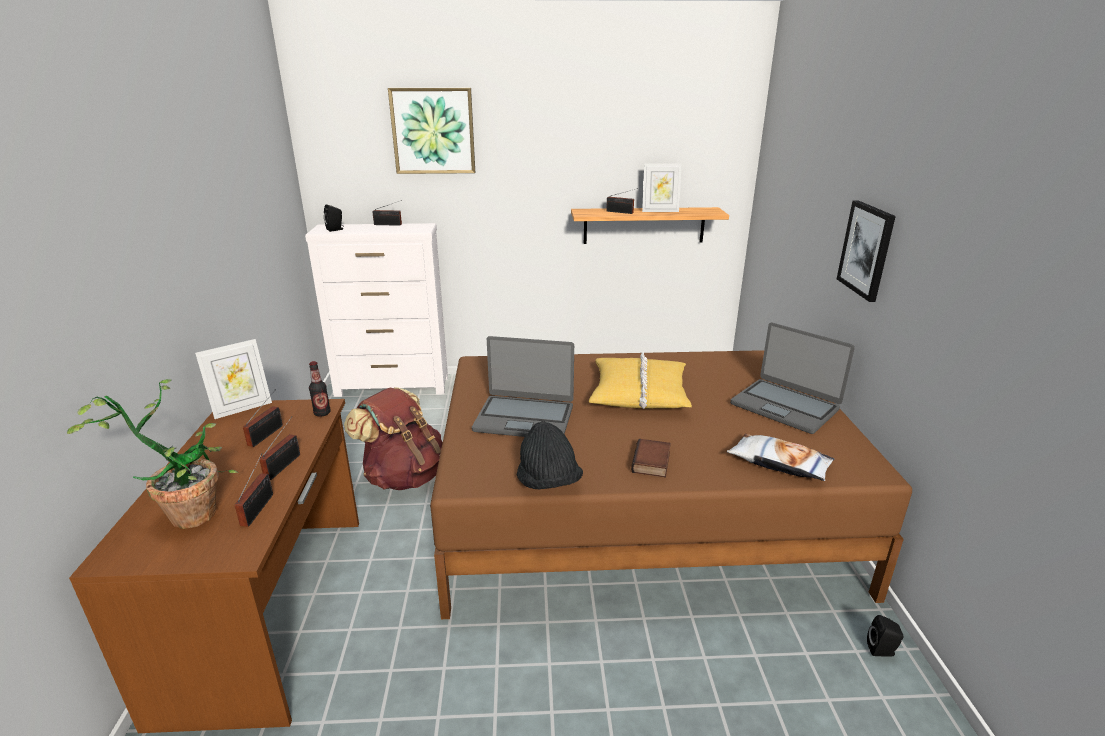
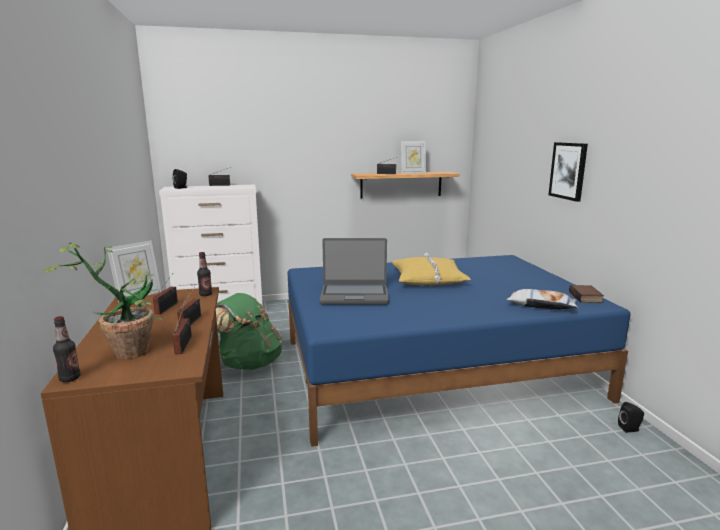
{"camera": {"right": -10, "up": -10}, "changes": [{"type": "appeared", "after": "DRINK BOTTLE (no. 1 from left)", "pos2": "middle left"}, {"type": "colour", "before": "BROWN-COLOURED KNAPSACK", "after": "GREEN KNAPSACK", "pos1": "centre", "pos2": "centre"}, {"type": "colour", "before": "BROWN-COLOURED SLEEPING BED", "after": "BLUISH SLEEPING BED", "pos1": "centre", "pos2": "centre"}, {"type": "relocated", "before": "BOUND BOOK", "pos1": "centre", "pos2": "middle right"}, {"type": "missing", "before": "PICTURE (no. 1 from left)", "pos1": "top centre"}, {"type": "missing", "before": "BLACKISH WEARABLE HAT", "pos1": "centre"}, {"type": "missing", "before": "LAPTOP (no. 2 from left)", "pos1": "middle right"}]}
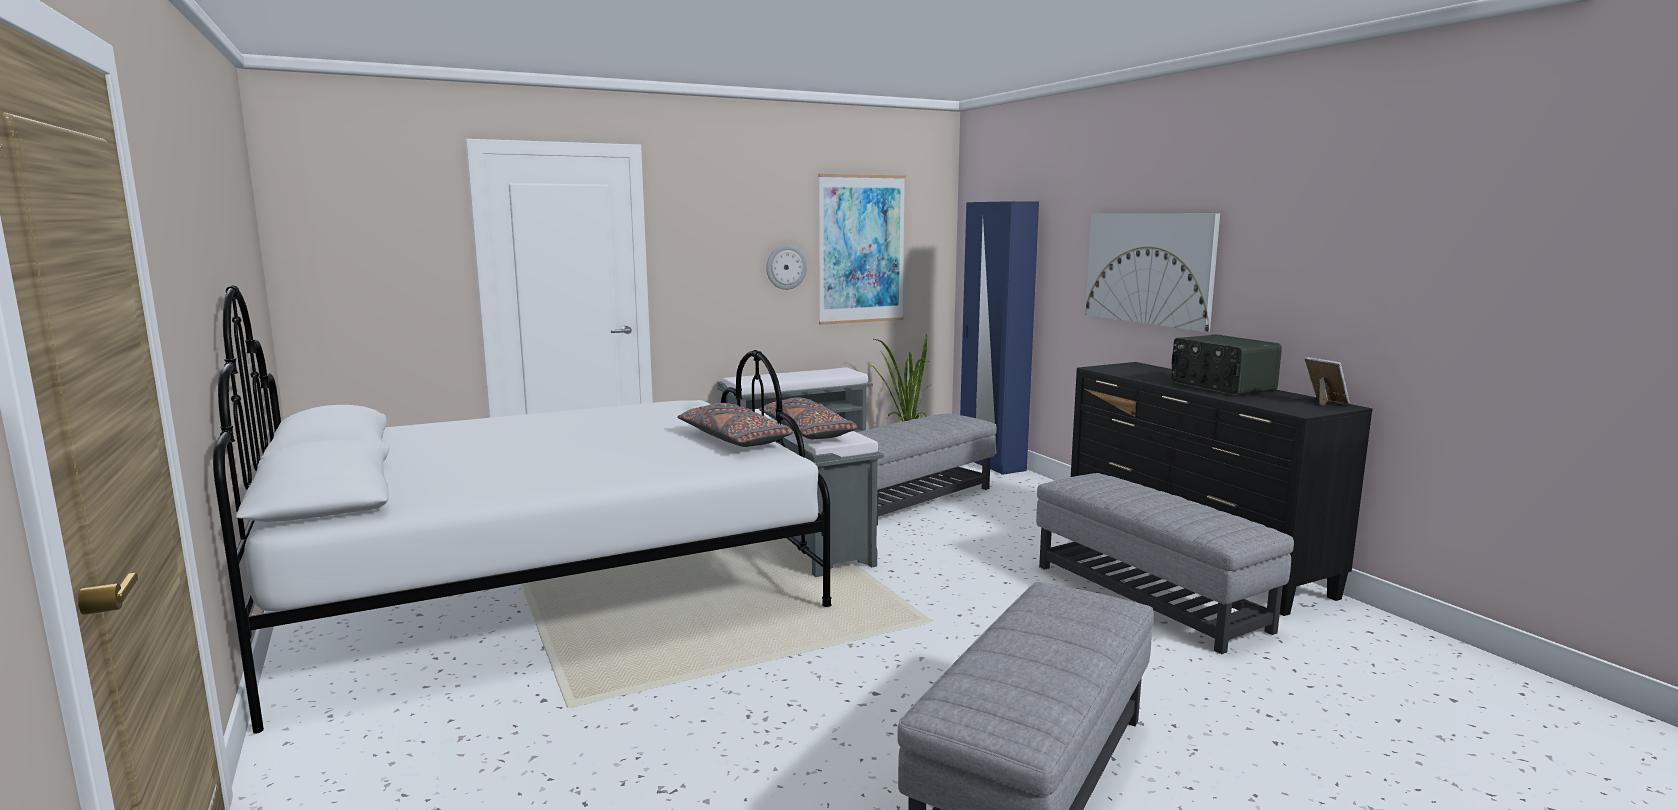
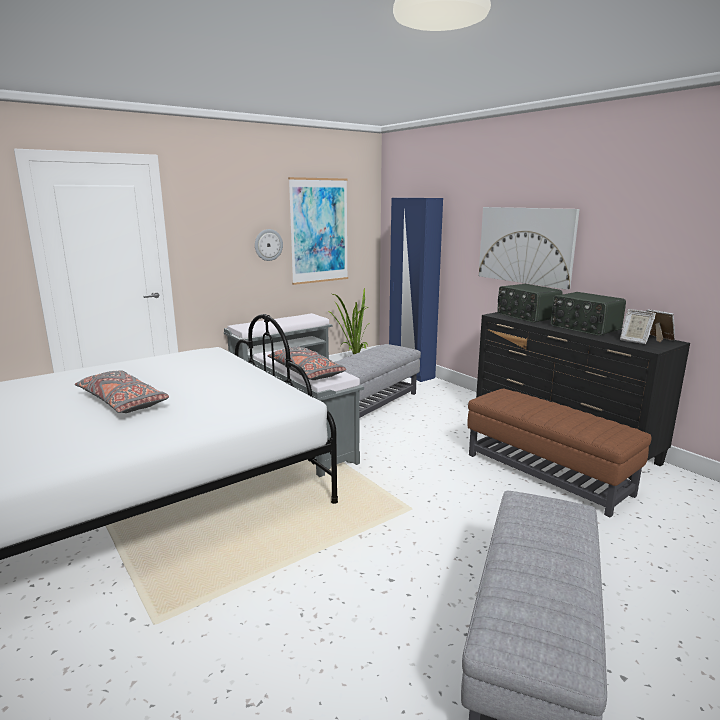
{"camera": {"right": -10, "up": 5}, "changes": [{"type": "relocated", "before": "GRAY PILLOW (no. 1 from left)", "pos1": "centre", "pos2": "middle left"}, {"type": "colour", "before": "GRAY FOOTREST (no. 3 from left)", "after": "BROWN-COLOURED FOOTREST", "pos1": "bottom right", "pos2": "middle right"}, {"type": "appeared", "after": "RADIO (no. 1 from left)", "pos2": "middle right"}, {"type": "appeared", "after": "STANDING FRAME (no. 1 from left)", "pos2": "middle right"}]}
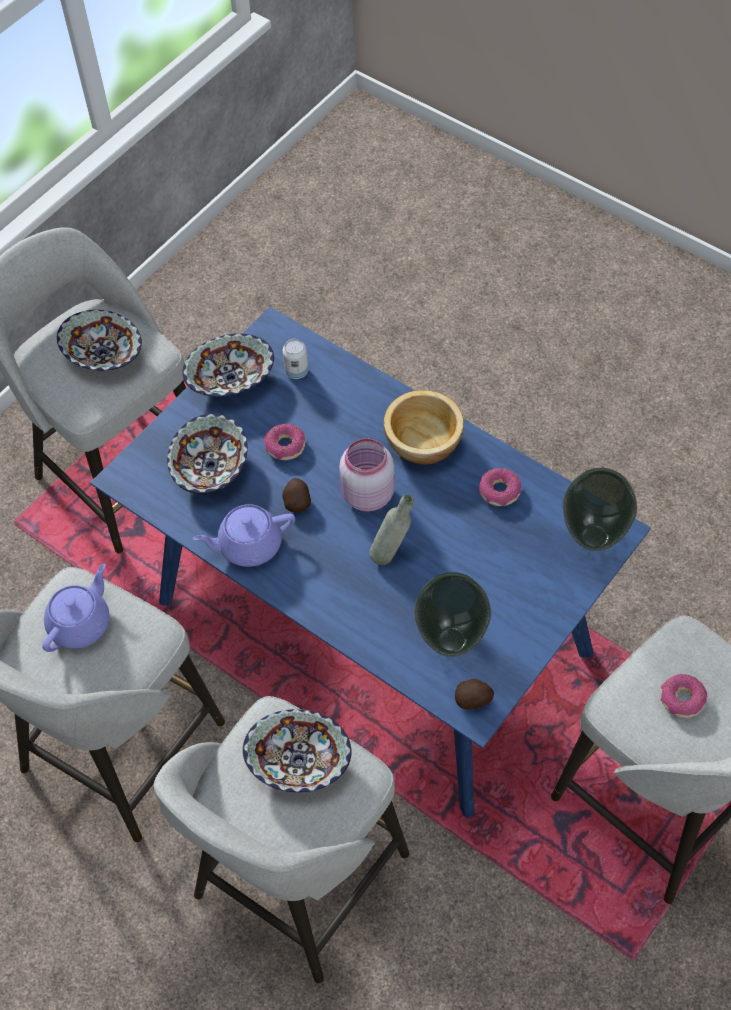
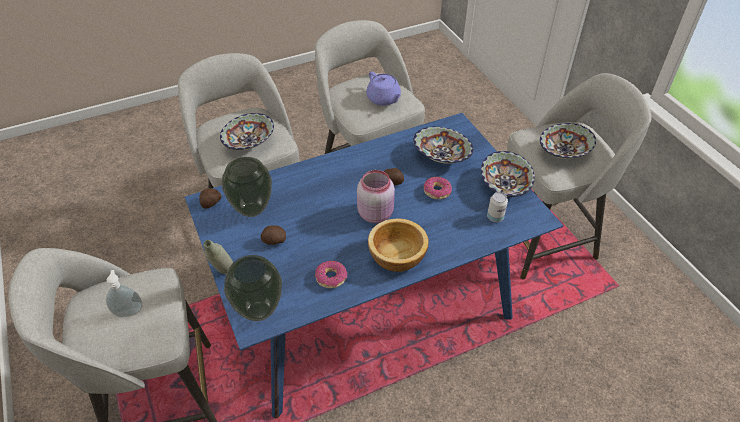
{"camera": {"right": 115, "up": -10}, "changes": [{"type": "exchanged", "before": "DOUGHNUT (no. 3 from left)", "after": "SOAP BOTTLE", "pos1": "bottom right", "pos2": "bottom left"}, {"type": "relocated", "before": "GRAY DRINK BOTTLE", "pos1": "centre", "pos2": "middle left"}, {"type": "appeared", "after": "SPUD (no. 2 from left)", "pos2": "centre"}, {"type": "missing", "before": "PURPLE TEAPOT (no. 2 from left)", "pos1": "centre"}]}
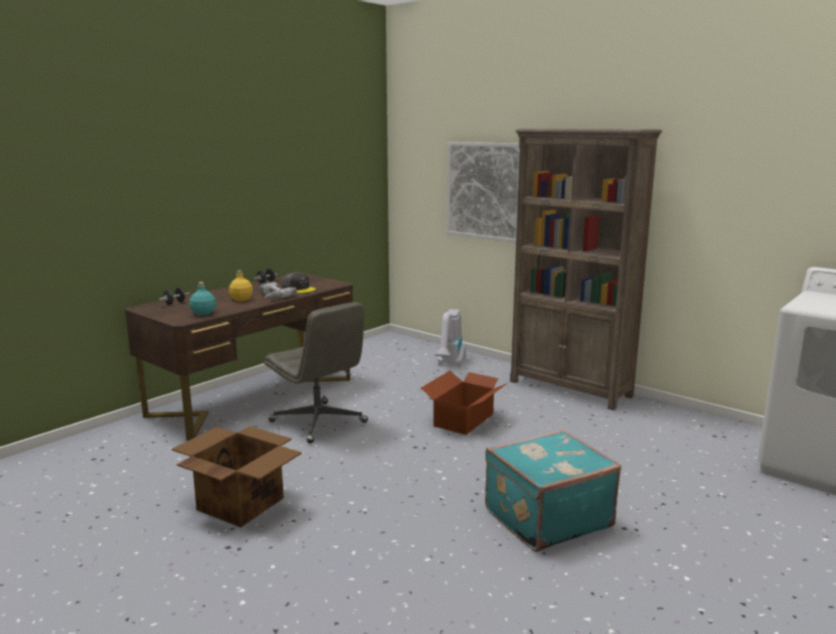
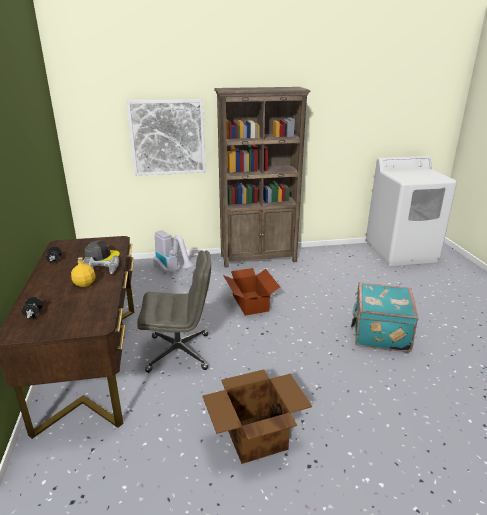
{"camera": {"right": -50, "up": 10}, "changes": [{"type": "missing", "before": "BLUE-GREEN DRINK BOTTLE", "pos1": "middle left"}]}
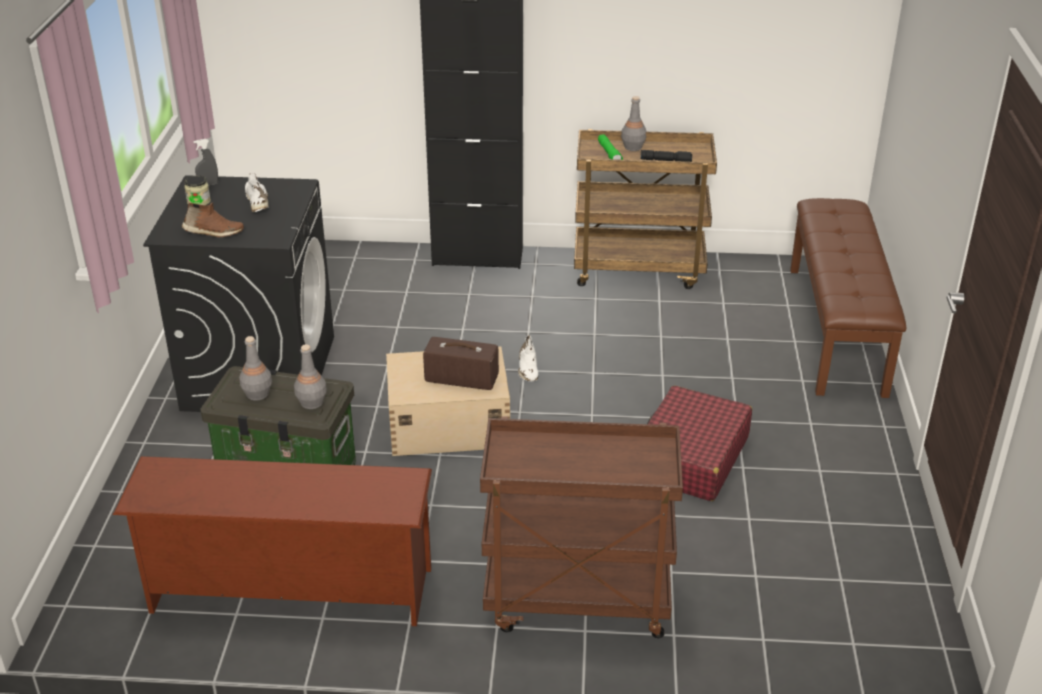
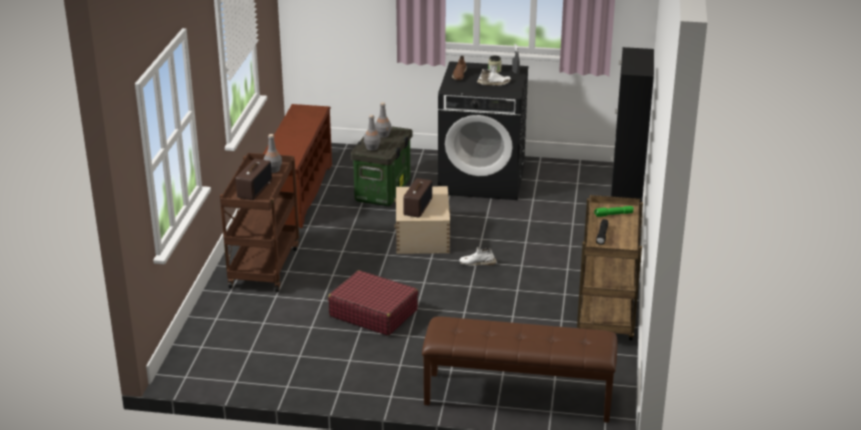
{"camera": {"right": 95, "up": -5}, "changes": [{"type": "appeared", "after": "RADIO (no. 1 from left)", "pos2": "middle left"}, {"type": "relocated", "before": "GRAY DRINK BOTTLE (no. 3 from left in the first image)", "after": "GRAY DRINK BOTTLE (no. 1 from left)", "pos1": "top centre", "pos2": "middle left"}]}
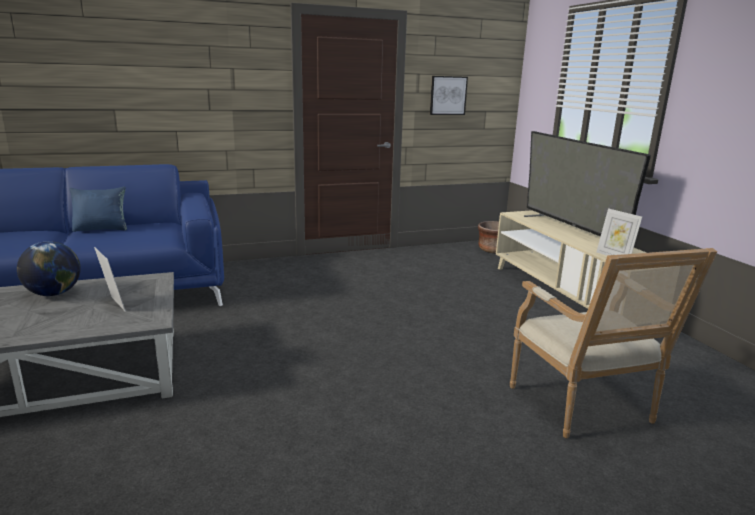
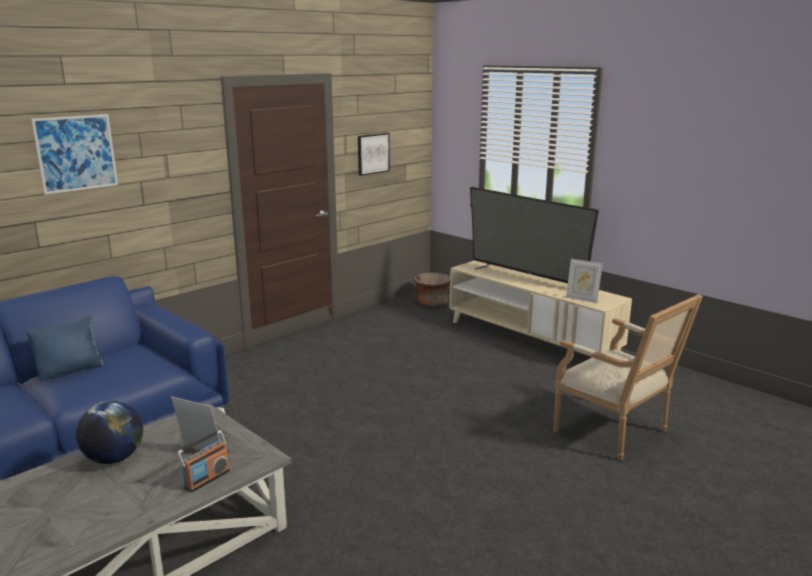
{"camera": {"right": -25, "up": 0}, "changes": [{"type": "appeared", "after": "PICTURE (no. 1 from left)", "pos2": "top left"}, {"type": "appeared", "after": "RADIO", "pos2": "bottom left"}]}
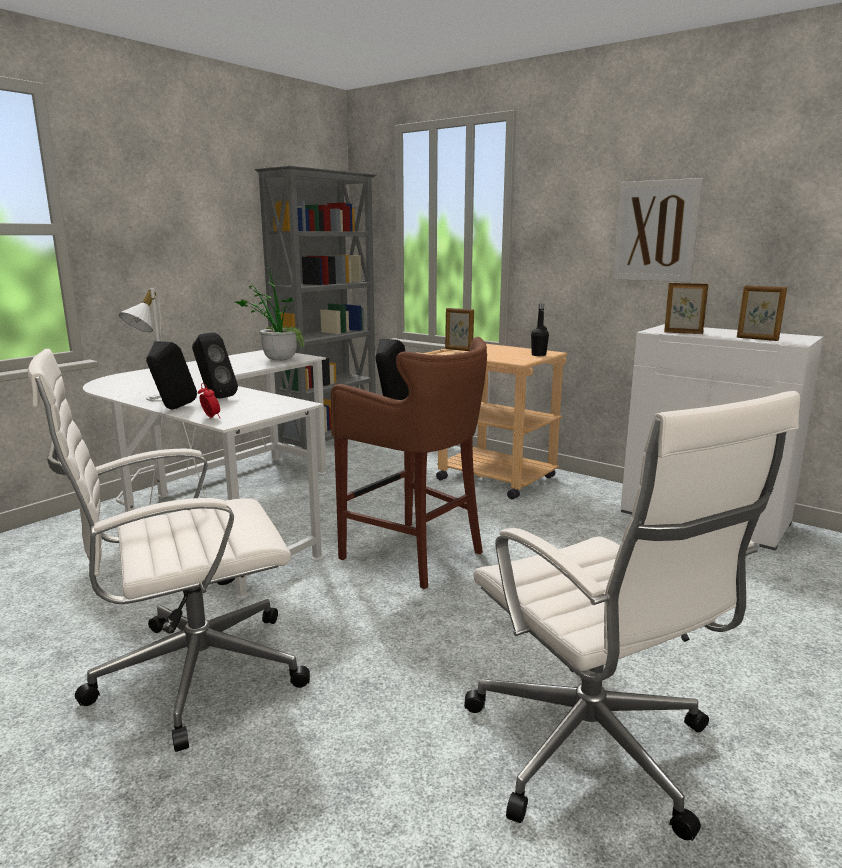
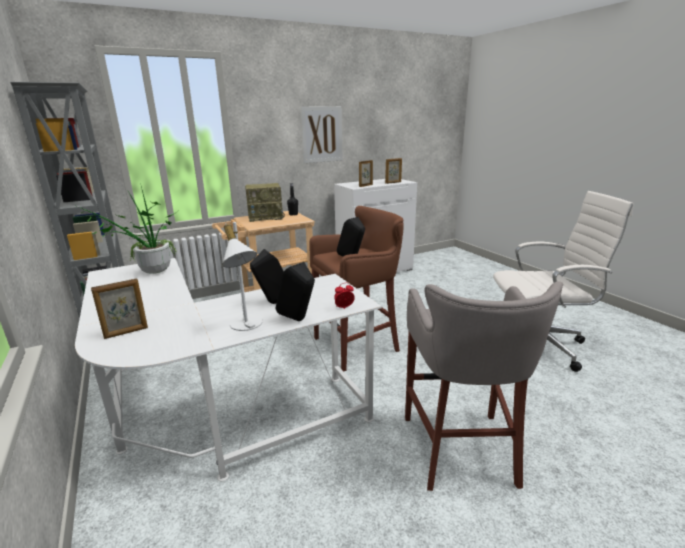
{"camera": {"right": -65, "up": 5}, "changes": [{"type": "relocated", "before": "STANDING FRAME (no. 1 from left)", "pos1": "centre", "pos2": "middle left"}, {"type": "appeared", "after": "RADIO", "pos2": "centre"}, {"type": "exchanged", "before": "WHITE DESK CHAIR (no. 1 from left)", "after": "GRAY SITTING STOOL", "pos1": "middle left", "pos2": "bottom right"}]}
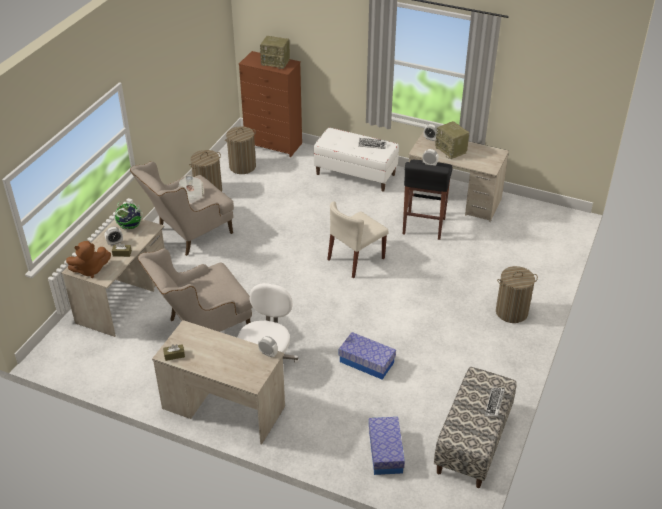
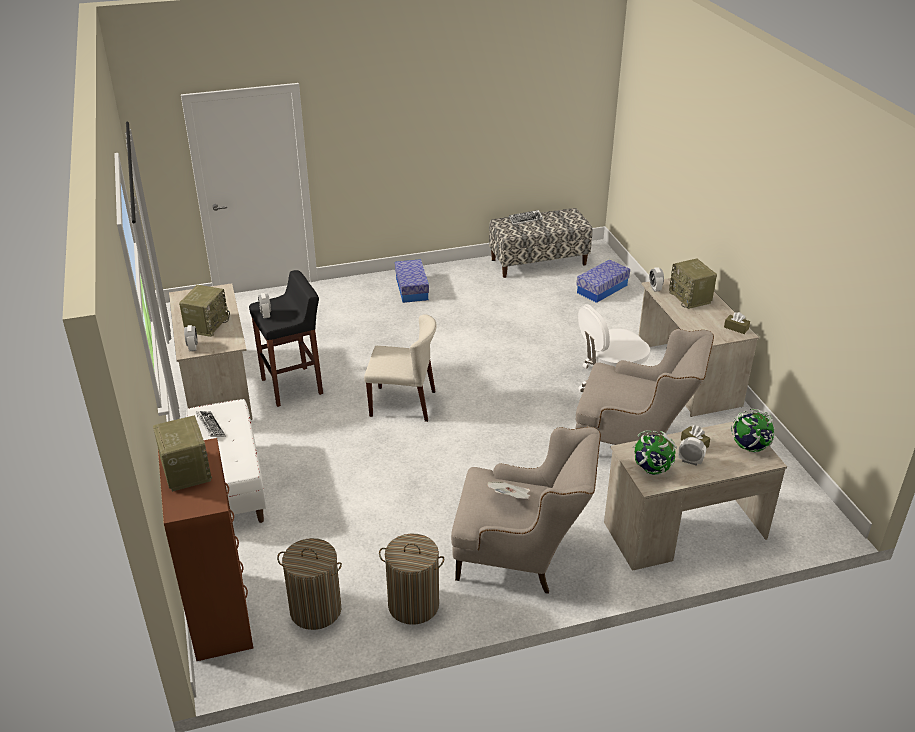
{"camera": {"right": -130, "up": -5}, "changes": [{"type": "relocated", "before": "STORAGE BIN (no. 1 from left)", "pos1": "bottom centre", "pos2": "centre"}, {"type": "appeared", "after": "RADIO (no. 3 from left)", "pos2": "middle right"}, {"type": "exchanged", "before": "BROWN-COLOURED PLUSH TOY", "after": "GLOBE (no. 2 from left)", "pos1": "middle left", "pos2": "middle right"}, {"type": "missing", "before": "WASHING BASKET (no. 3 from left)", "pos1": "middle right"}]}
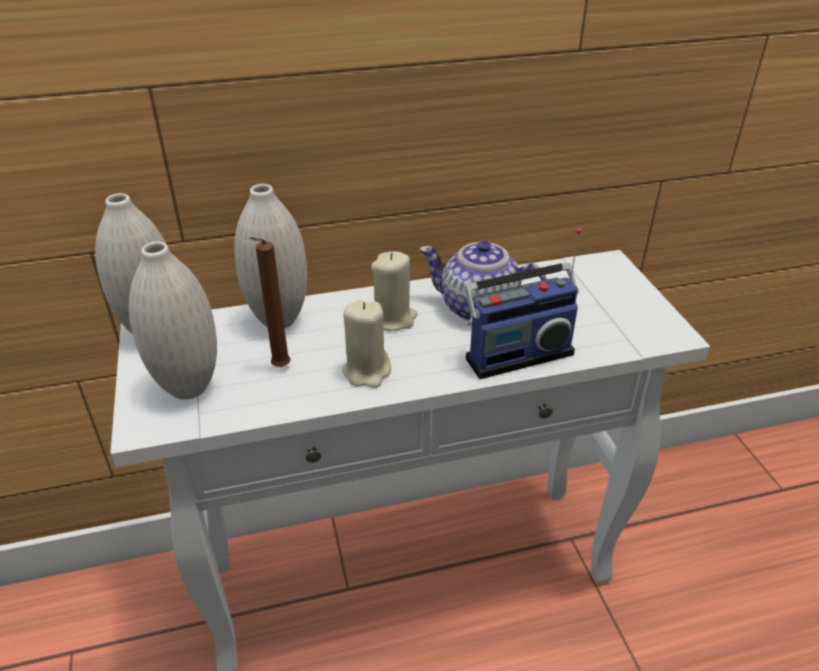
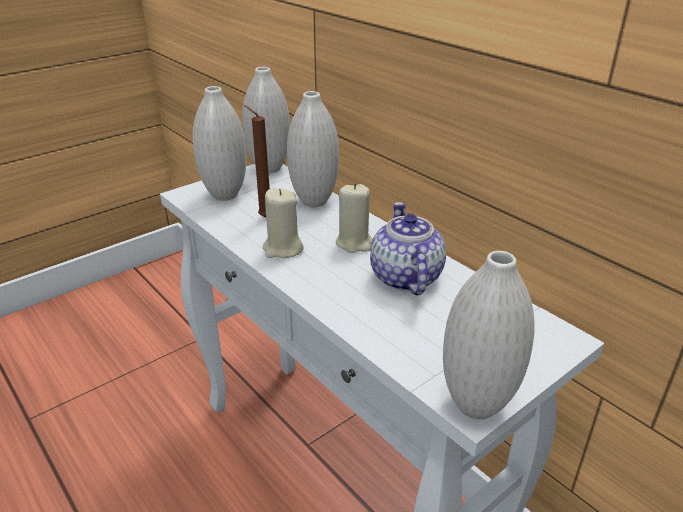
{"camera": {"right": 65, "up": -5}, "changes": [{"type": "appeared", "after": "WHITE DECORATIVE VASE (no. 4 from left)", "pos2": "middle right"}, {"type": "missing", "before": "RADIO", "pos1": "centre"}]}
